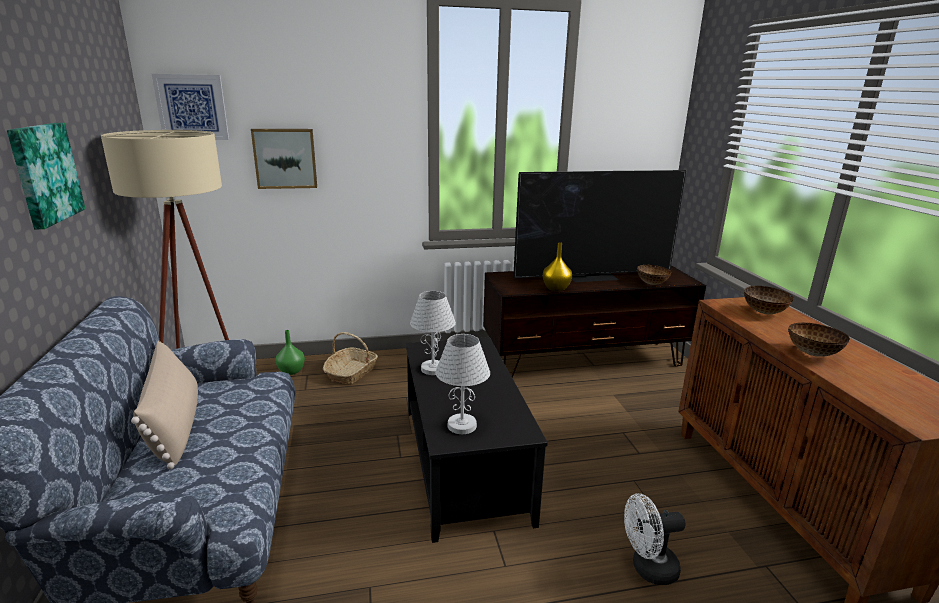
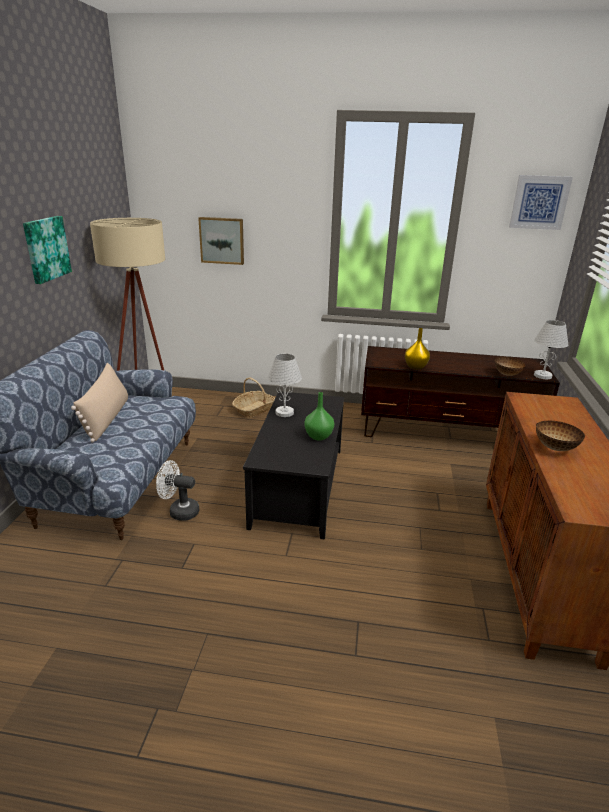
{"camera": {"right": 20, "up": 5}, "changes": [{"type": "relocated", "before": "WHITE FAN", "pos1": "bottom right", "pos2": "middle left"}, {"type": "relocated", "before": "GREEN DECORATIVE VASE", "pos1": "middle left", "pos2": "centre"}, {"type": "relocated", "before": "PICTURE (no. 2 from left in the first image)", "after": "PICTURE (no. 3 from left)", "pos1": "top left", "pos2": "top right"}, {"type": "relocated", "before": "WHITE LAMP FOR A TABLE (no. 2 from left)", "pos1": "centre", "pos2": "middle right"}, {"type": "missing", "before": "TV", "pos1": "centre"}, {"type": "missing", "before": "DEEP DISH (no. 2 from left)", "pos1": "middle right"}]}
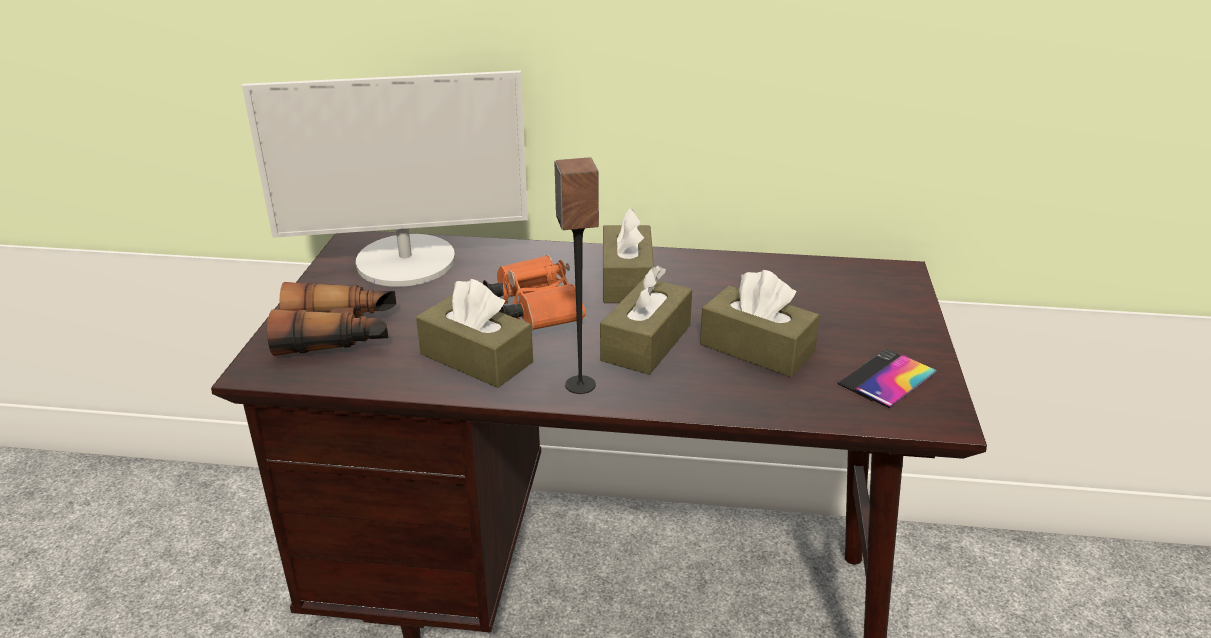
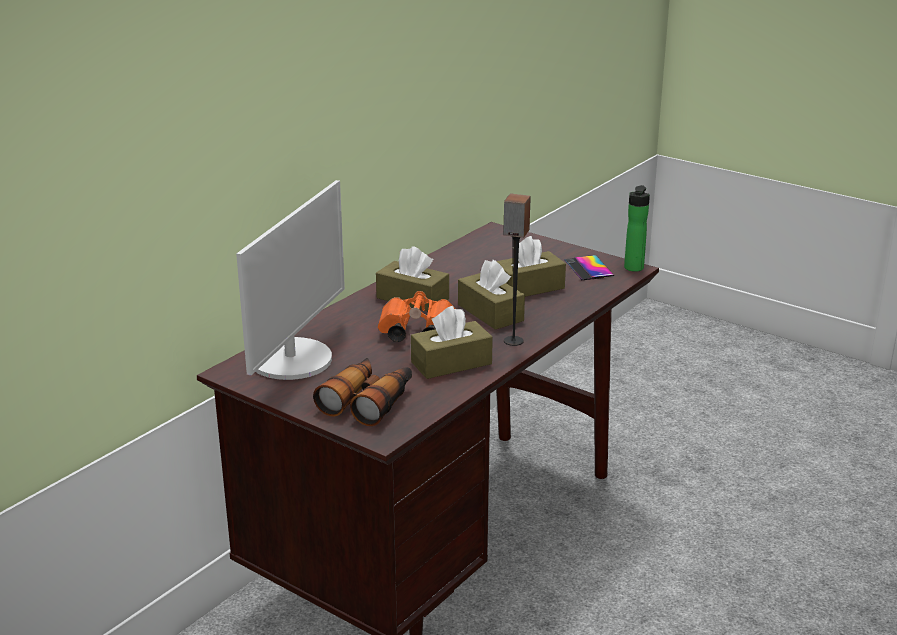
{"camera": {"right": -60, "up": -5}, "changes": [{"type": "appeared", "after": "DRINK BOTTLE", "pos2": "middle right"}]}
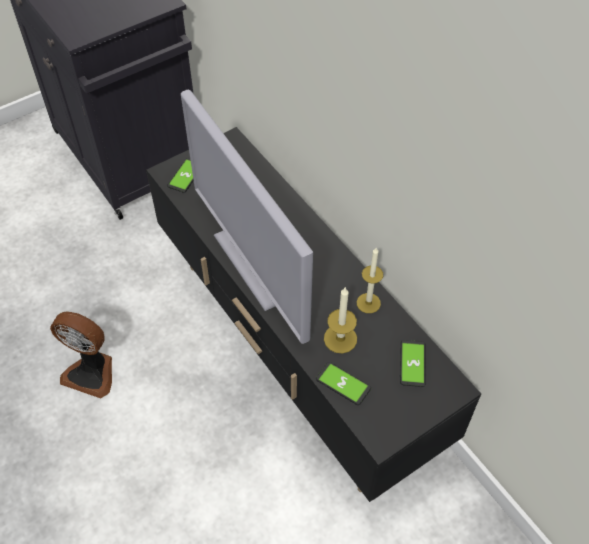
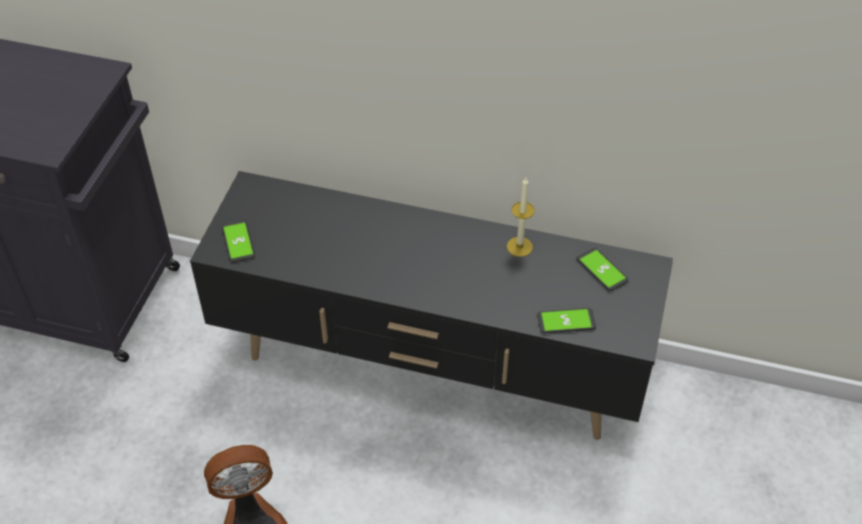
{"camera": {"right": -40, "up": -5}, "changes": [{"type": "missing", "before": "TV", "pos1": "centre"}, {"type": "missing", "before": "WAX CANDLE (no. 1 from left)", "pos1": "centre"}]}
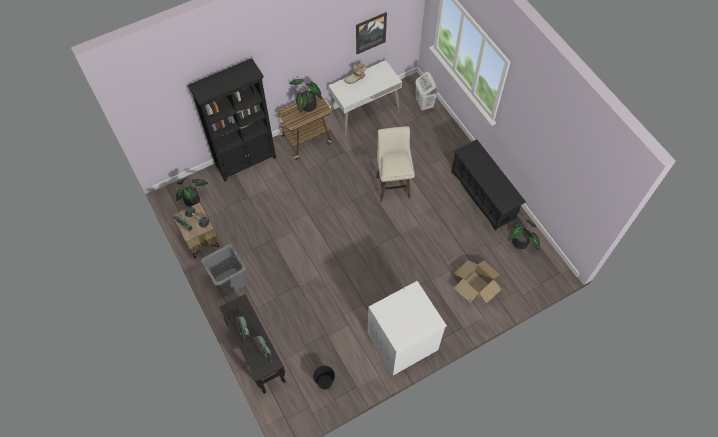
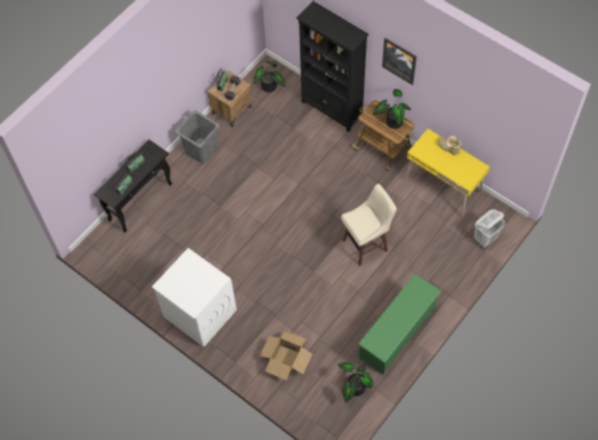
{"camera": {"right": 70, "up": 0}, "changes": [{"type": "colour", "before": "BLACKISH SHOE STAND", "after": "GREEN SHOE STAND", "pos1": "middle right", "pos2": "bottom right"}, {"type": "relocated", "before": "PICTURE", "pos1": "top centre", "pos2": "top right"}, {"type": "colour", "before": "WHITE DESK UNIT", "after": "YELLOWISH DESK UNIT", "pos1": "top centre", "pos2": "middle right"}, {"type": "missing", "before": "BLACKISH PAIL", "pos1": "bottom centre"}]}
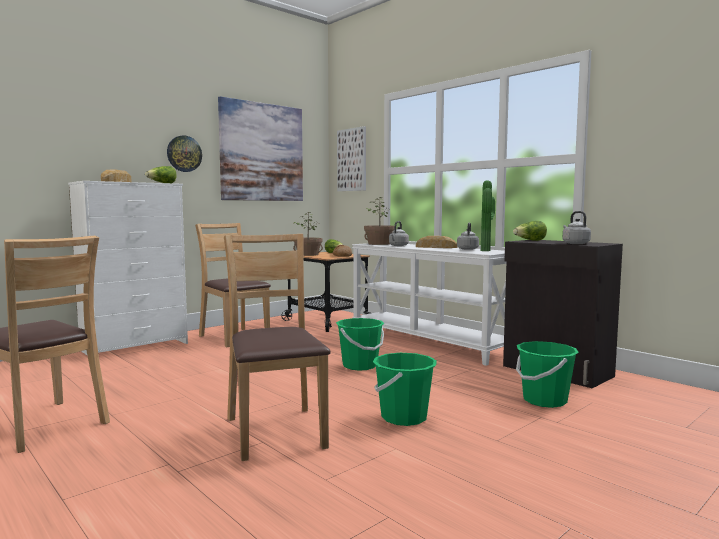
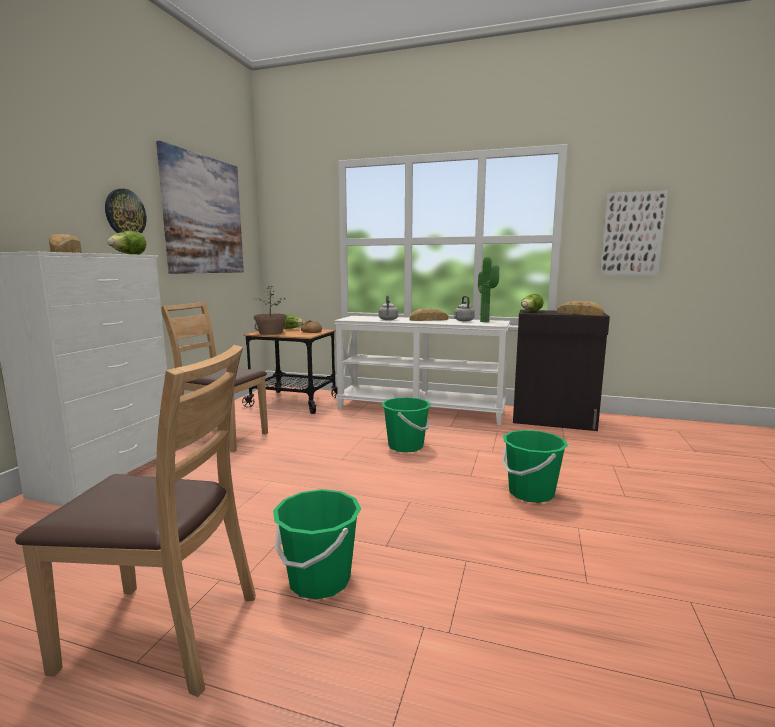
{"camera": {"right": -30, "up": 5}, "changes": [{"type": "relocated", "before": "GREEN PAIL (no. 3 from left in the first image)", "after": "GREEN PAIL (no. 1 from left)", "pos1": "bottom right", "pos2": "bottom centre"}, {"type": "exchanged", "before": "GRAY KETTLE (no. 3 from left)", "after": "BAKERY BREAD (no. 4 from left)", "pos1": "middle right", "pos2": "middle right"}, {"type": "relocated", "before": "PICTURE (no. 2 from left)", "pos1": "top centre", "pos2": "top right"}, {"type": "missing", "before": "BROWN-COLOURED PLAIN CHAIR (no. 3 from left)", "pos1": "centre"}, {"type": "missing", "before": "PLANT IN A POT (no. 2 from left)", "pos1": "centre"}]}
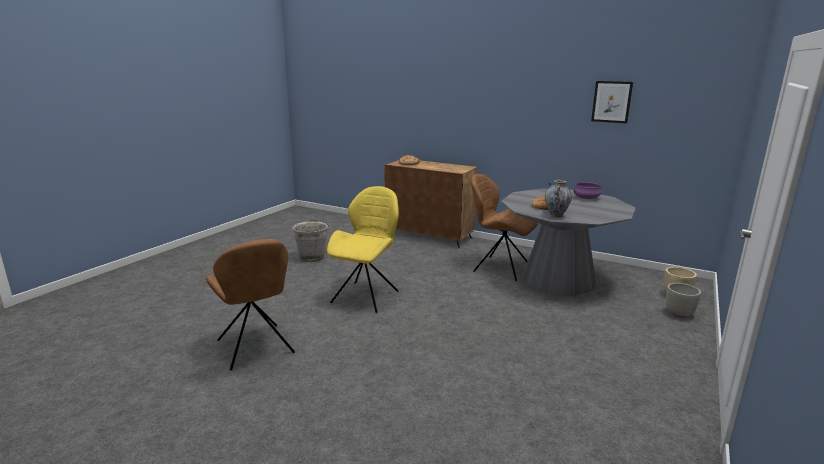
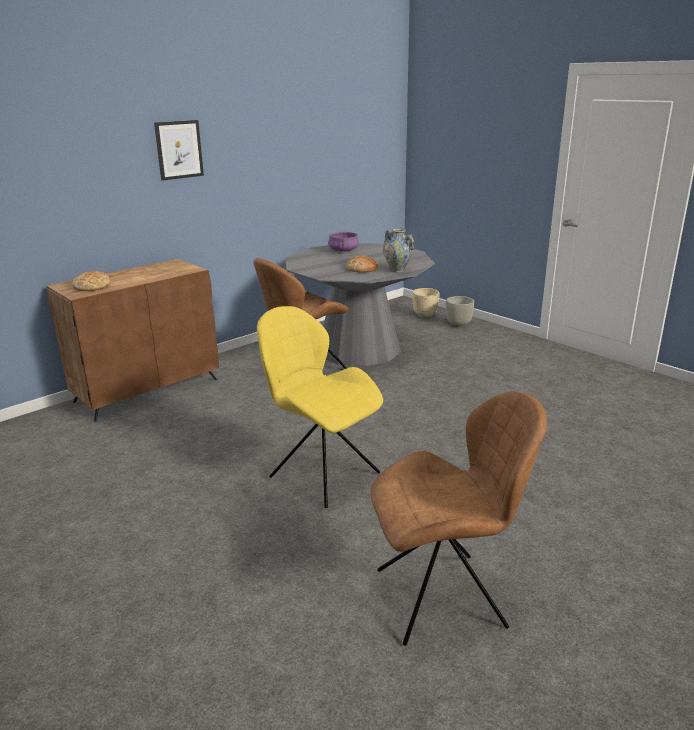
{"camera": {"right": -70, "up": 5}, "changes": [{"type": "relocated", "before": "PICTURE", "pos1": "top right", "pos2": "top left"}, {"type": "missing", "before": "GRAY PAIL", "pos1": "centre"}]}
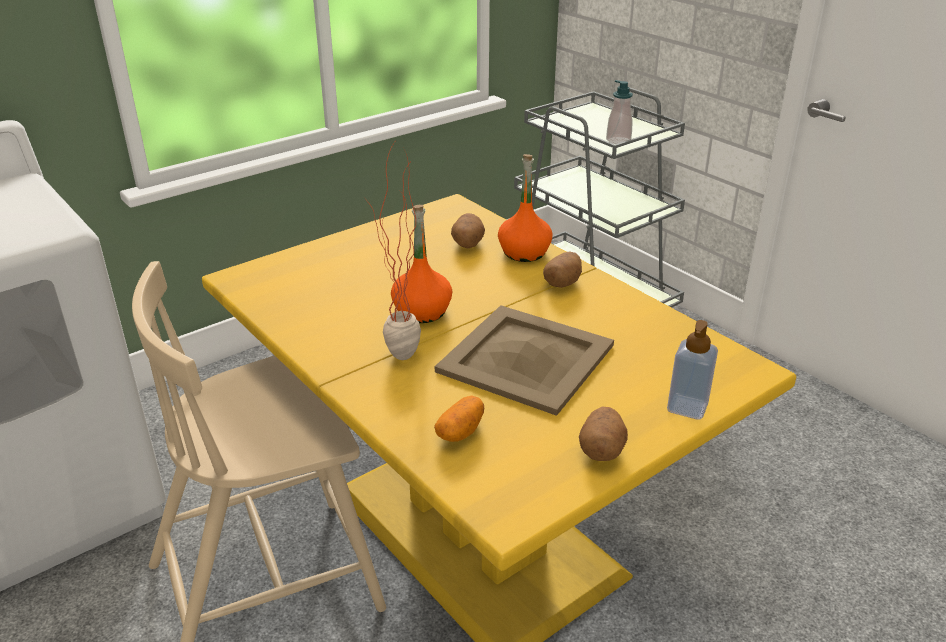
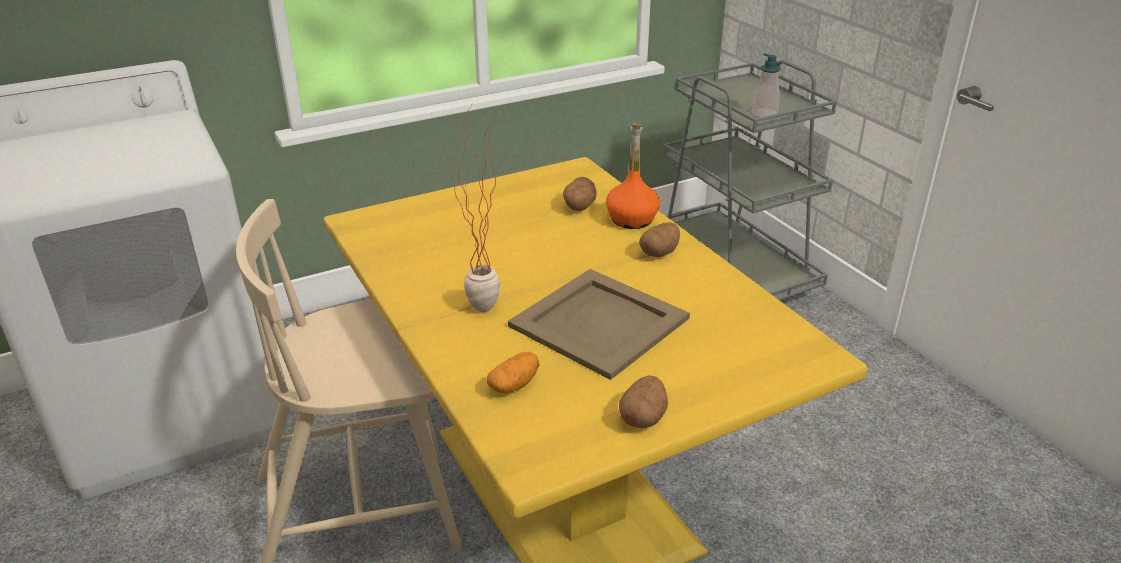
{"camera": {"right": 10, "up": 0}, "changes": [{"type": "missing", "before": "ORANGE-COLOURED DRINK BOTTLE (no. 1 from left)", "pos1": "centre"}, {"type": "missing", "before": "SOAP BOTTLE (no. 2 from left)", "pos1": "middle right"}]}
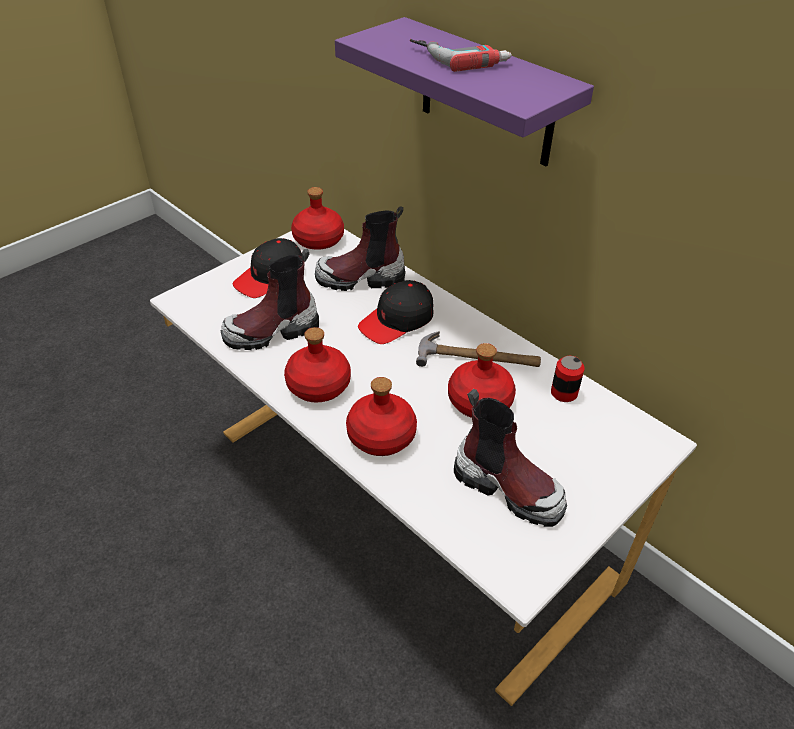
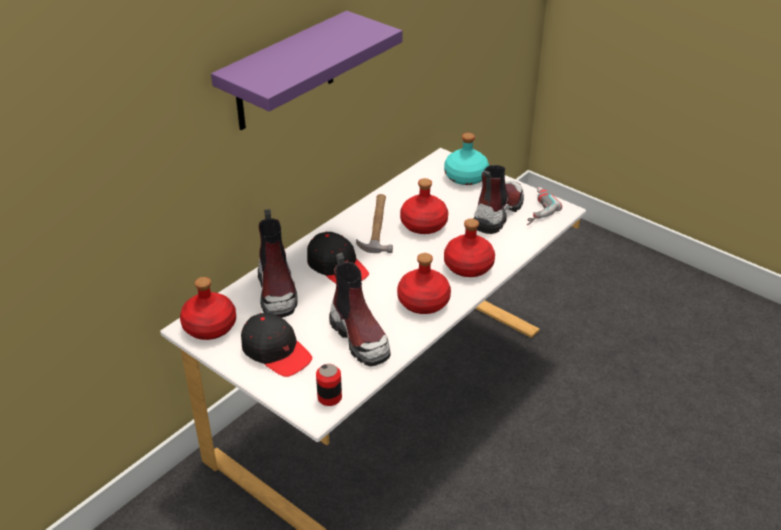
{"camera": {"right": -95, "up": -5}, "changes": [{"type": "relocated", "before": "CAN", "pos1": "middle right", "pos2": "bottom centre"}, {"type": "appeared", "after": "BLUE-GREEN DRINK BOTTLE", "pos2": "top centre"}, {"type": "relocated", "before": "ELECTRIC DRILL", "pos1": "top centre", "pos2": "middle right"}]}
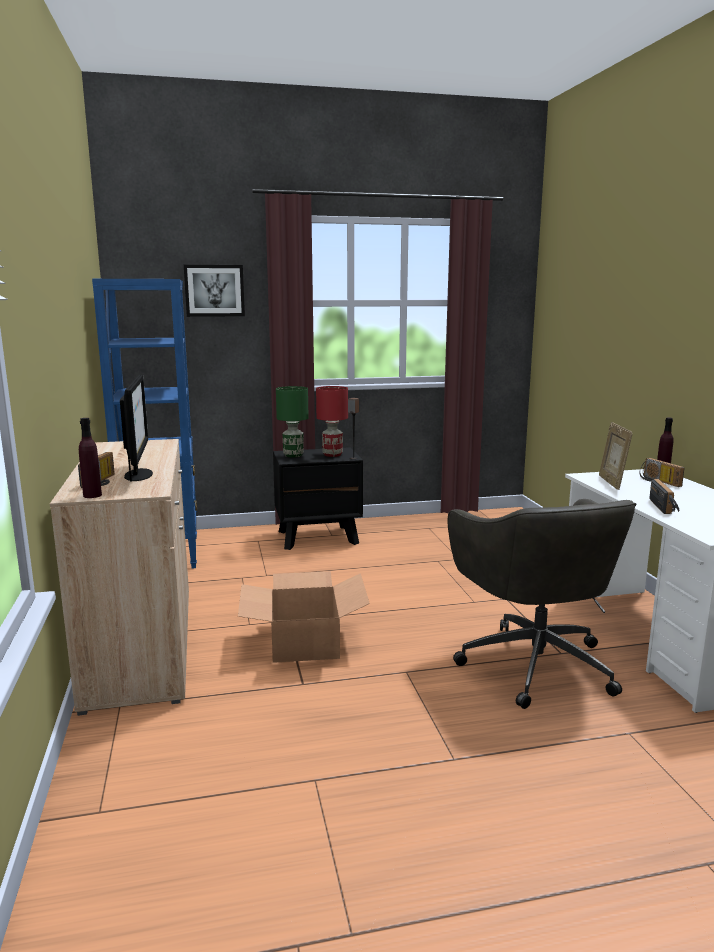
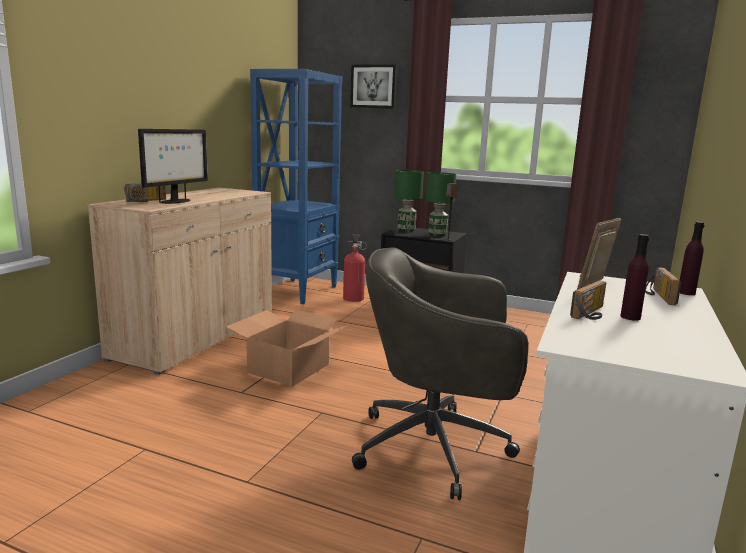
{"camera": {"right": 35, "up": 0}, "changes": [{"type": "appeared", "after": "EXTINGUISHER", "pos2": "centre"}, {"type": "spun", "before": "GRAY DESK CHAIR", "pos1": "middle right", "pos2": "bottom centre", "turn": 75}, {"type": "colour", "before": "REDDISH LAMP FOR A TABLE", "after": "GREEN LAMP FOR A TABLE (no. 2 from left)", "pos1": "centre", "pos2": "centre"}, {"type": "relocated", "before": "PURPLE DRINK BOTTLE (no. 1 from left)", "pos1": "middle left", "pos2": "middle right"}]}
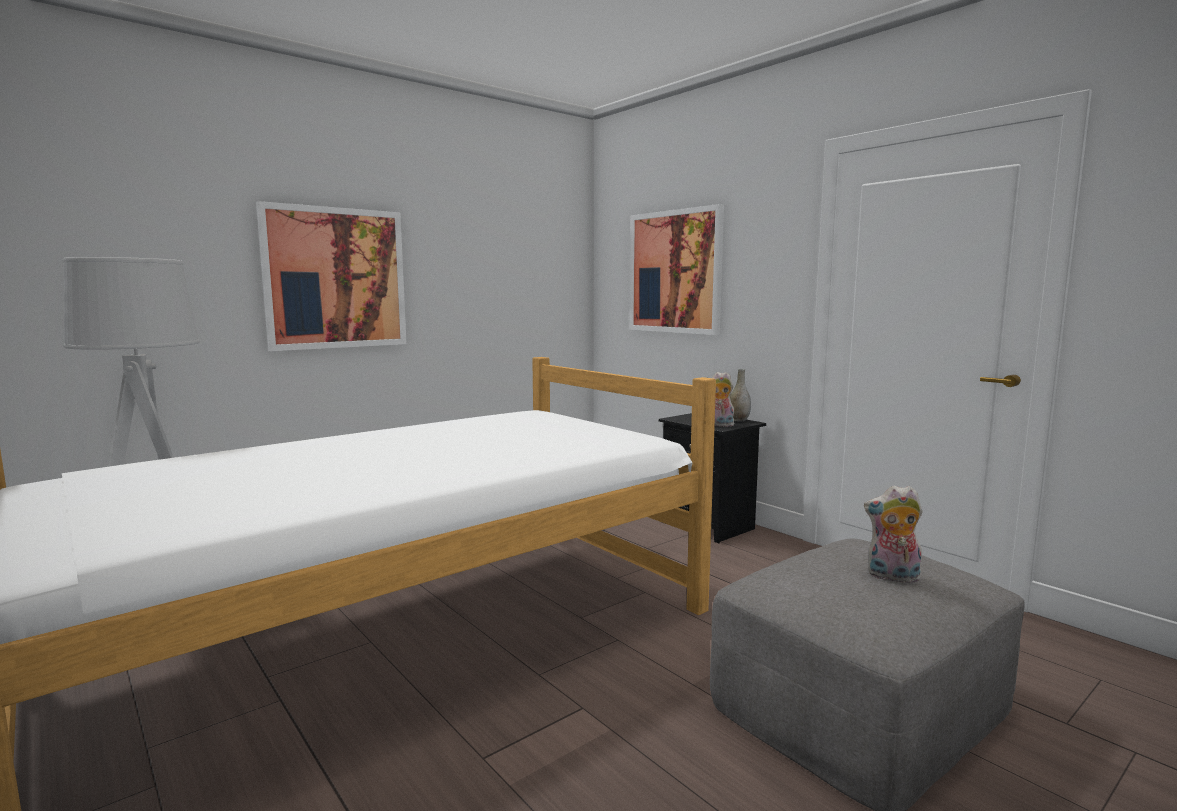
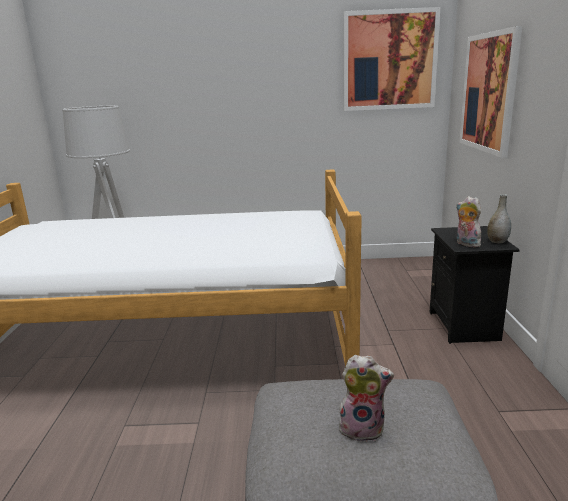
{"camera": {"right": 40, "up": 10}, "changes": [{"type": "spun", "before": "PLUSH TOY (no. 2 from left in the first image)", "pos1": "middle right", "pos2": "bottom centre", "turn": 135}, {"type": "relocated", "before": "PICTURE (no. 1 from left)", "pos1": "middle left", "pos2": "top right"}]}
